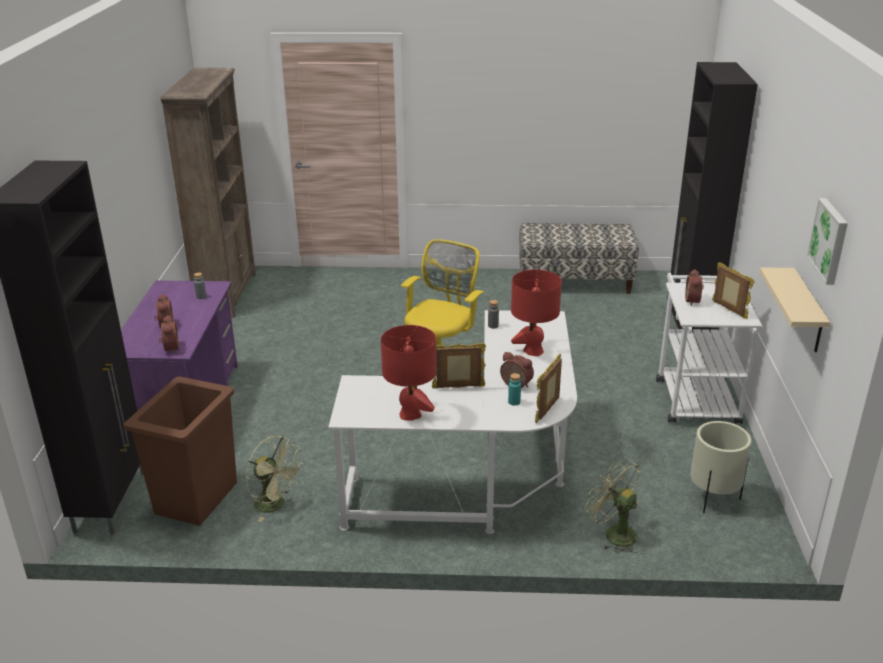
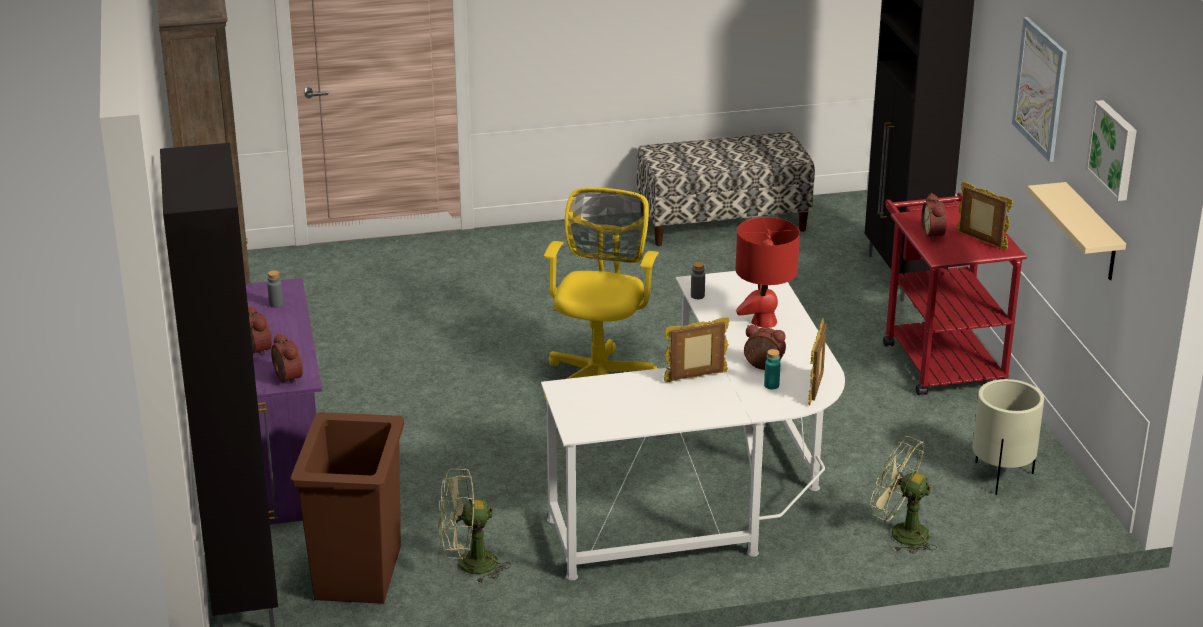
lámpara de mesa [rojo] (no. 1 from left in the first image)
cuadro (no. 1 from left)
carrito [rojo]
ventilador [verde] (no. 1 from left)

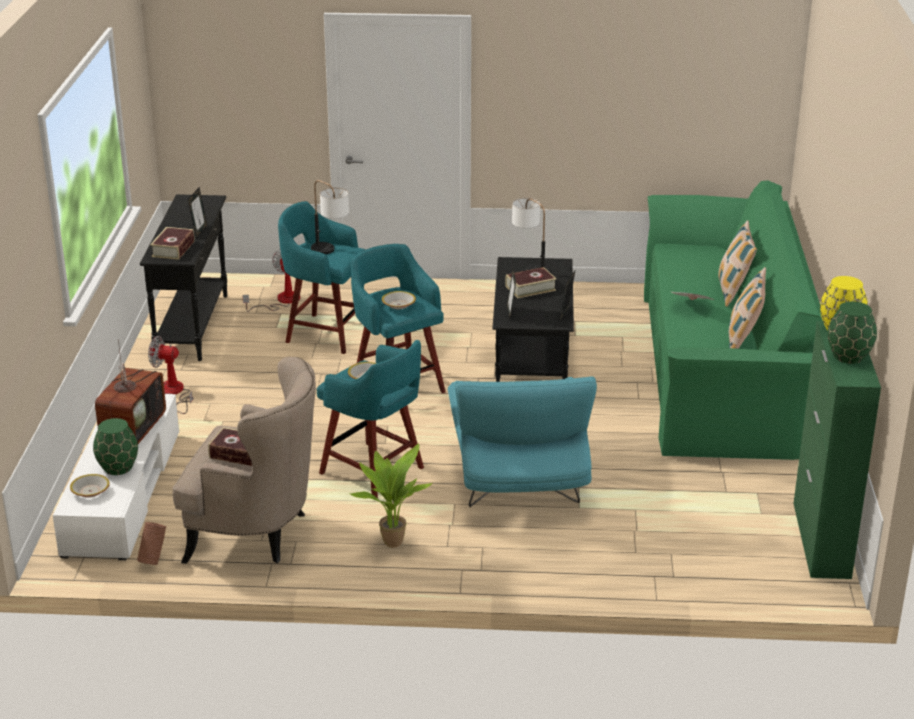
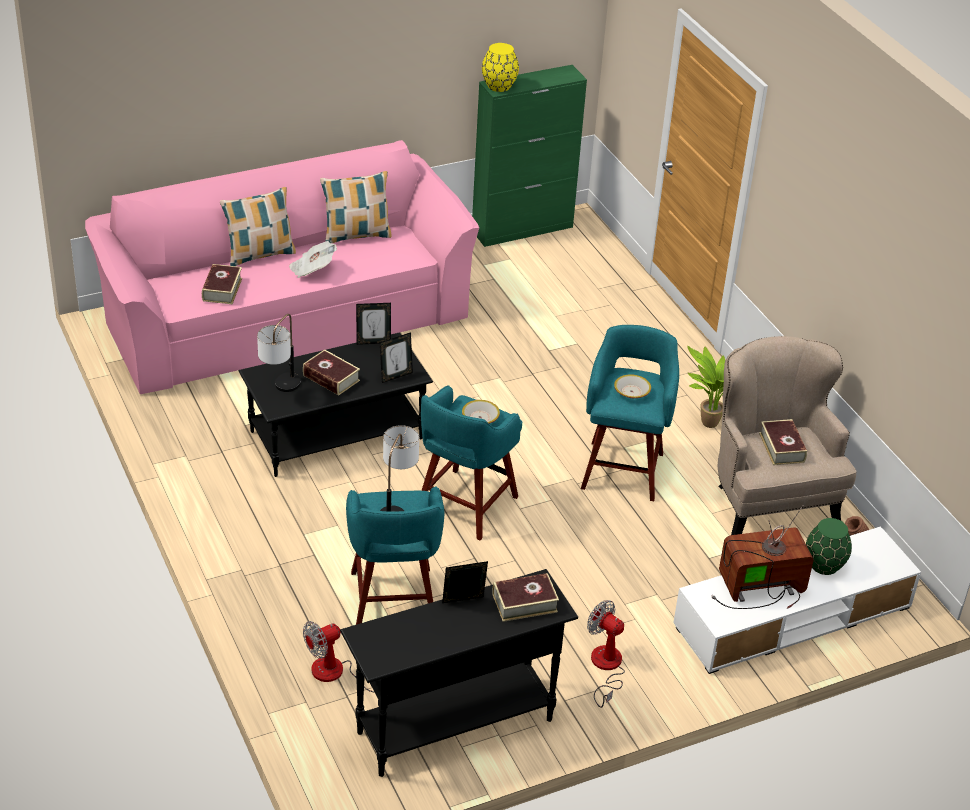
cuenco (no. 1 from left in the first image)
sillón [turquesa]
florero [verde] (no. 2 from left in the first image)
libro (no. 1 from left)
sofá [rosa]
ventilador (no. 2 from left)

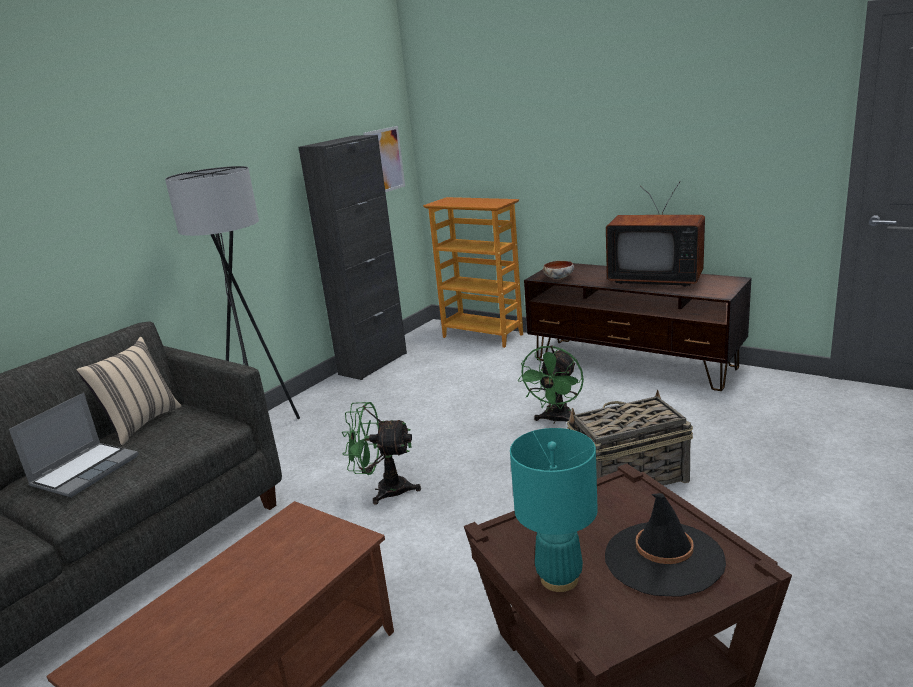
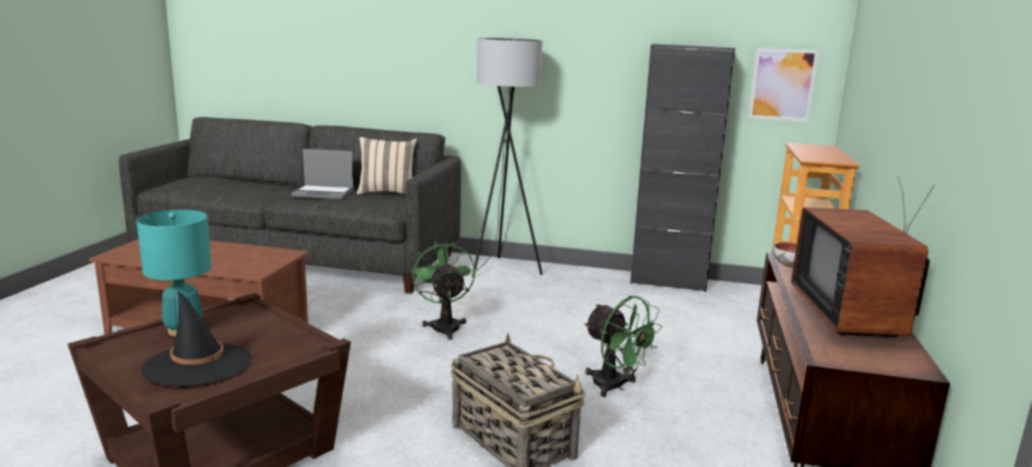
ventilador [verde] (no. 2 from left)

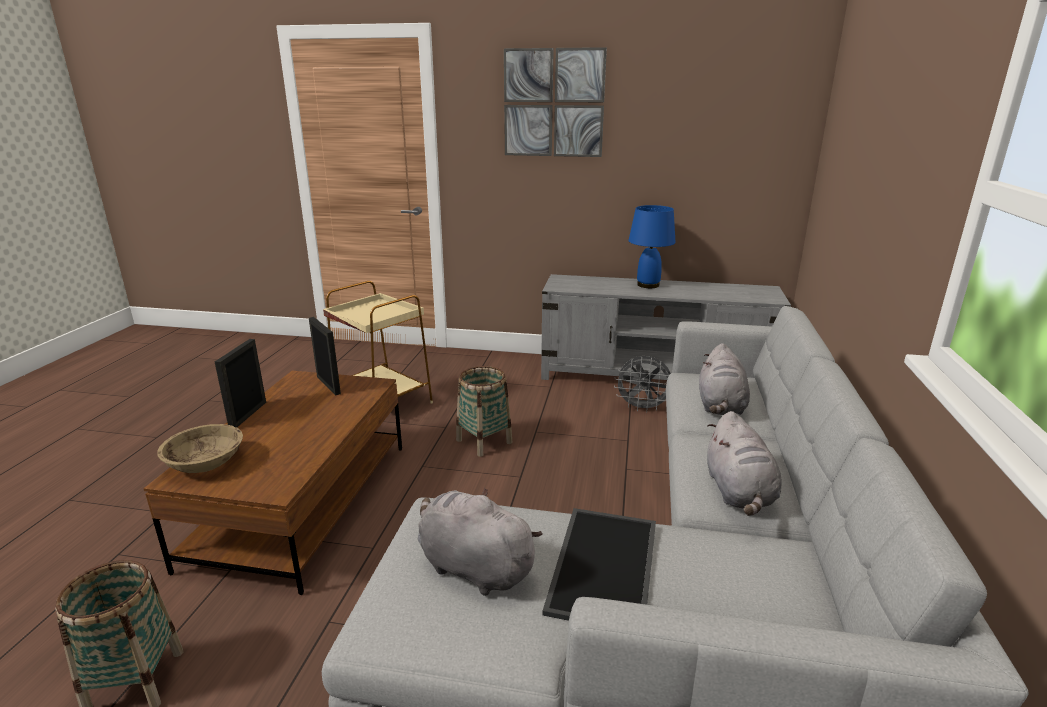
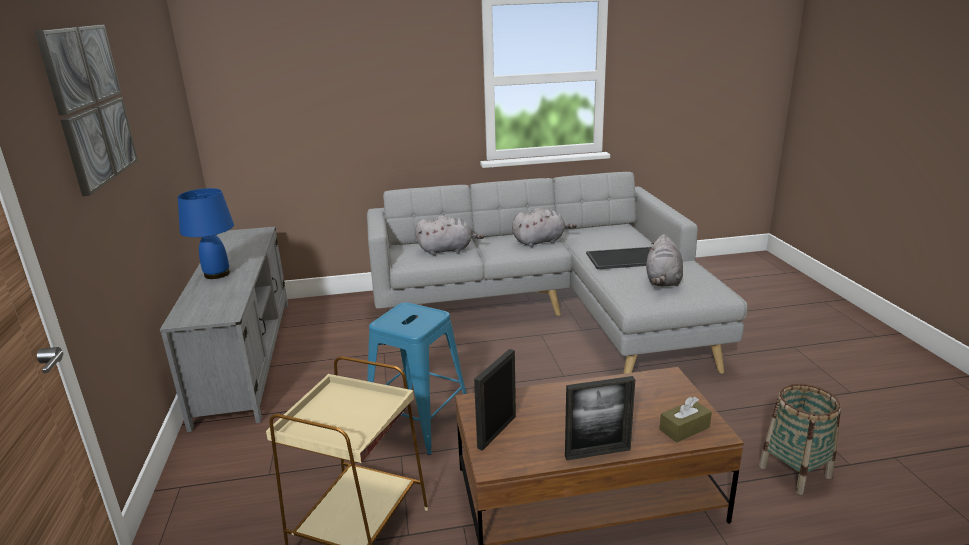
ventilador [gris]
caja de pañuelos [marrón]
taburete [azul]

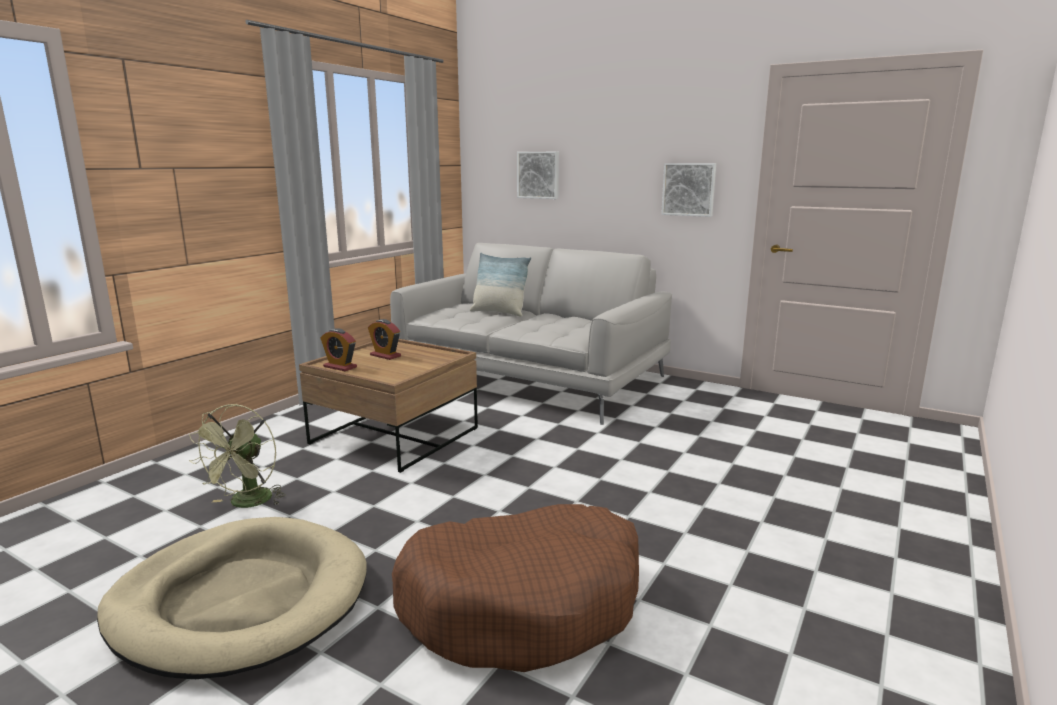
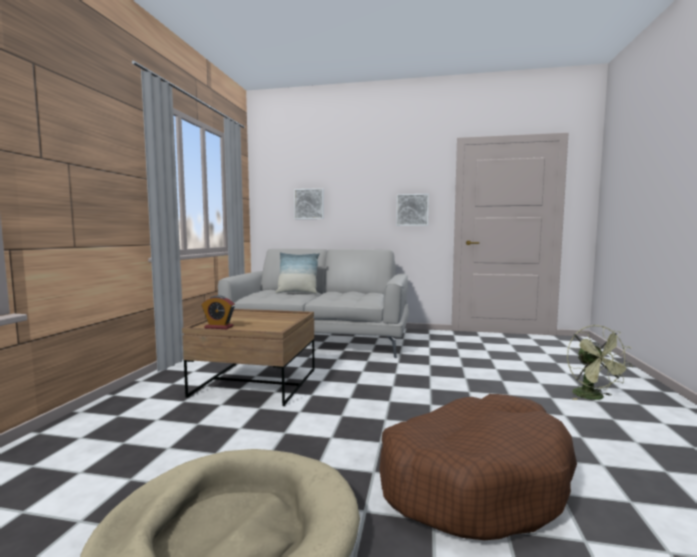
despertador (no. 2 from left in the first image)
ventilador [verde]

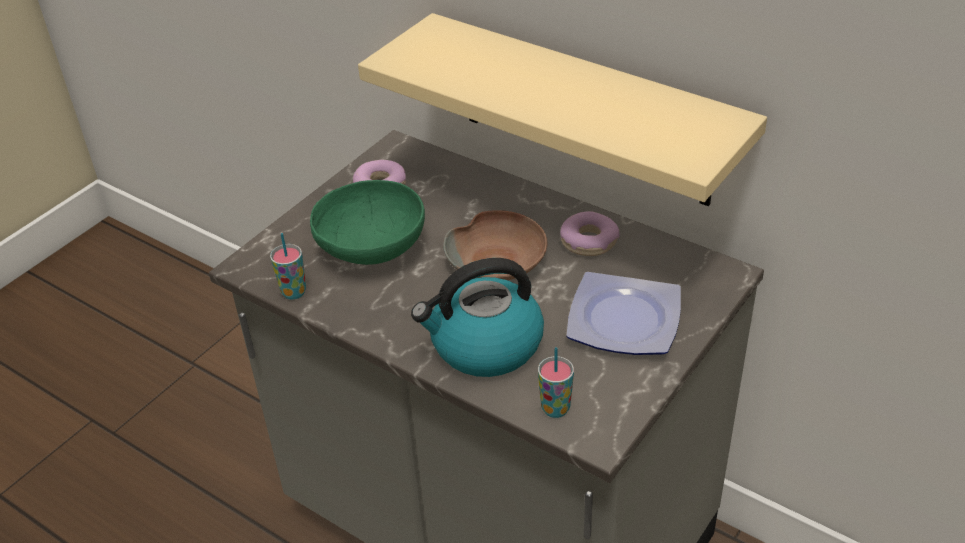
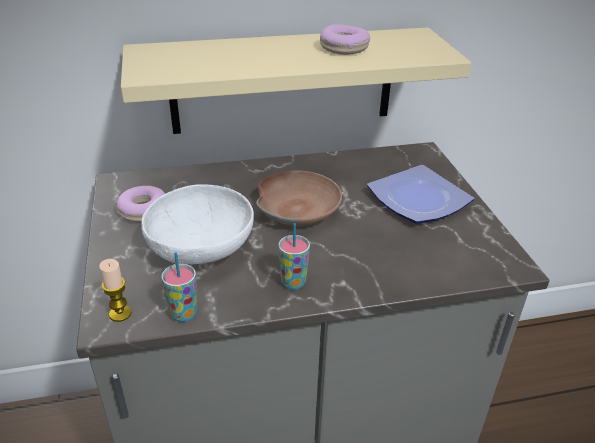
hervidor
vela
taza (no. 2 from left)
rosquilla (no. 2 from left)
cuenco [blanco]

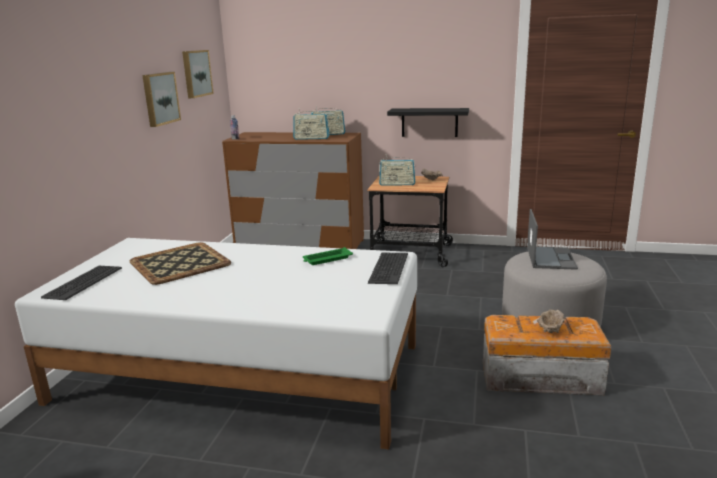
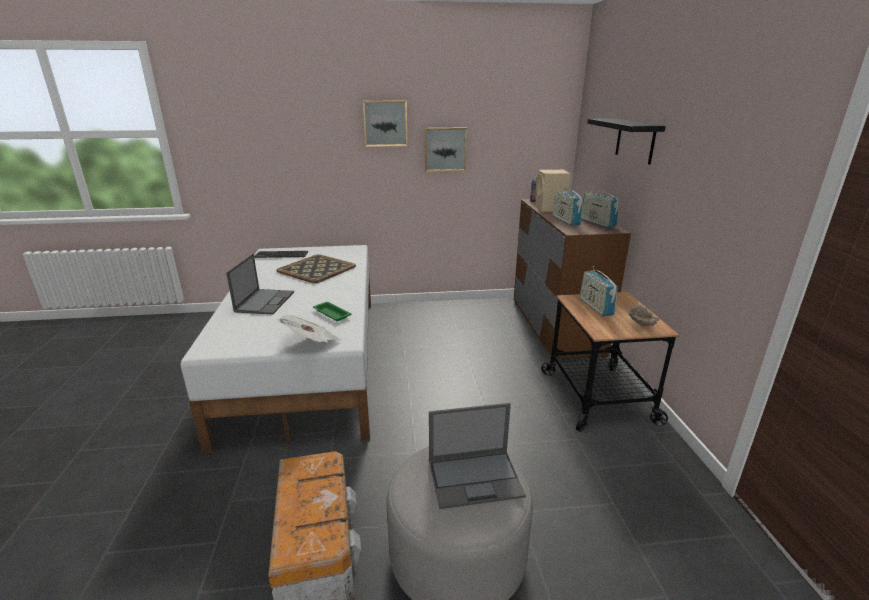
cuenco [beis] (no. 2 from left in the first image)
portátil (no. 1 from left)
altavoz [beis]
cuadro (no. 1 from left)
estante [negro]
periódico

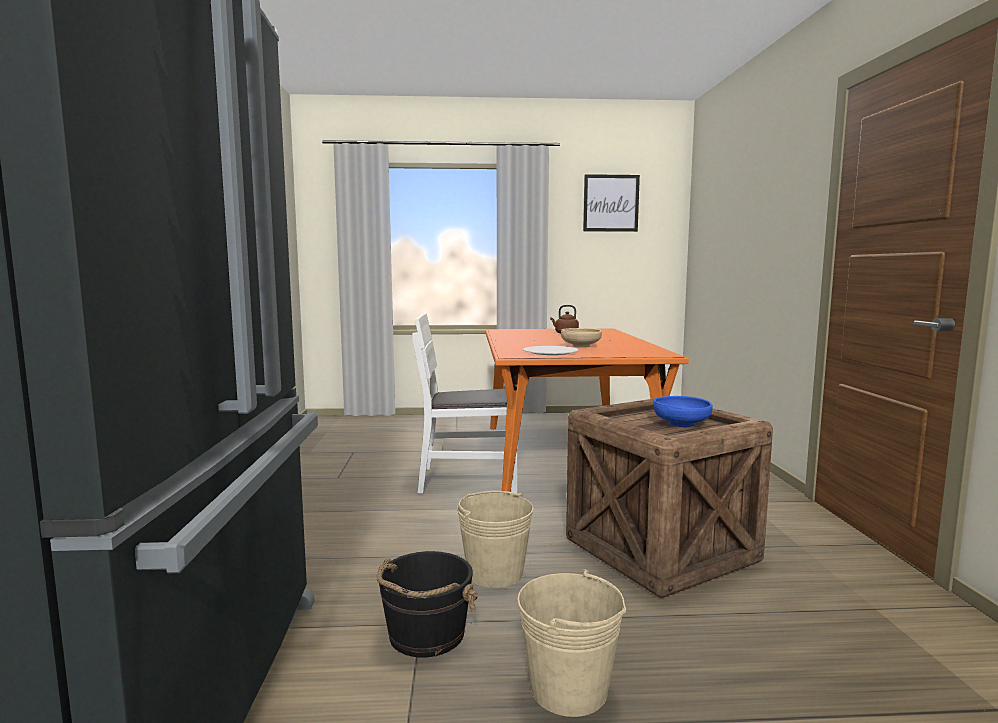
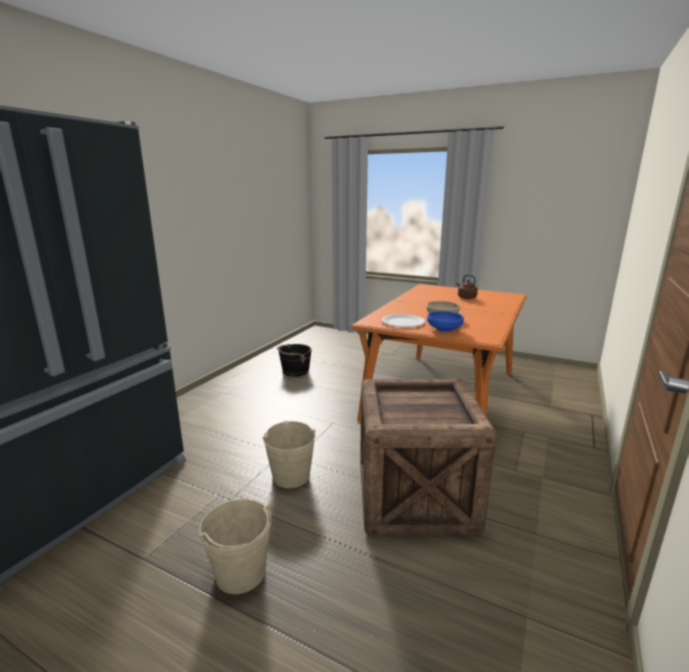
silla [blanco]
cuadro
cubo [negro]
cuenco [azul]

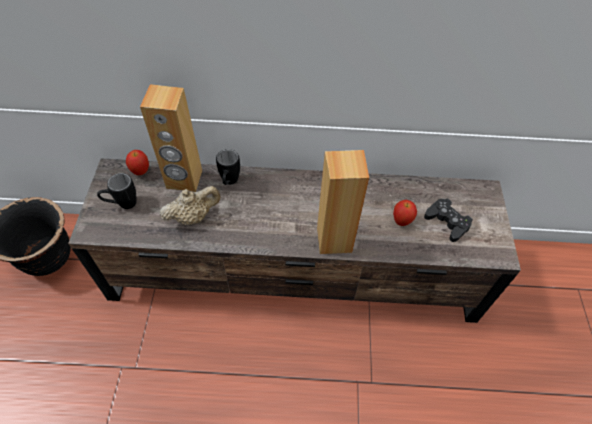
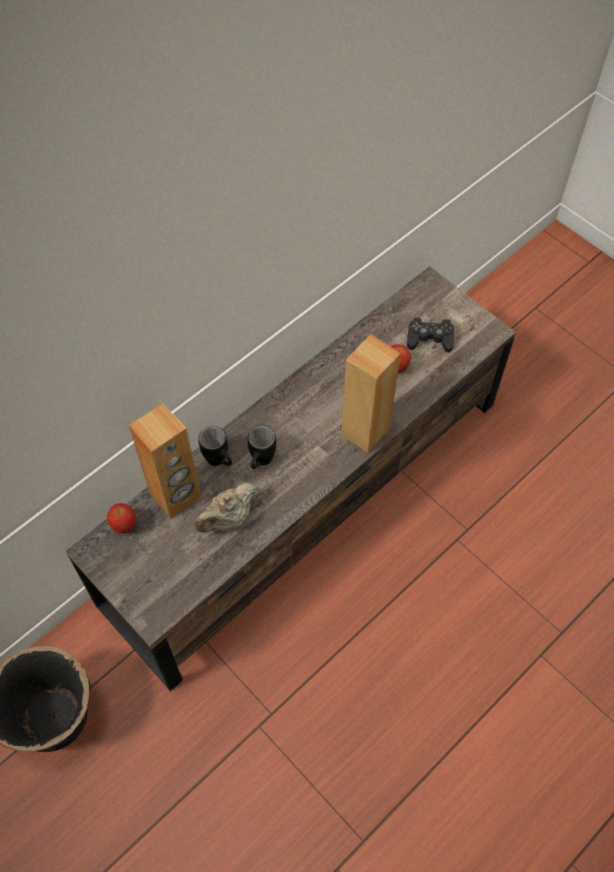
taza grande [negro] (no. 2 from left)
tetera [beis]

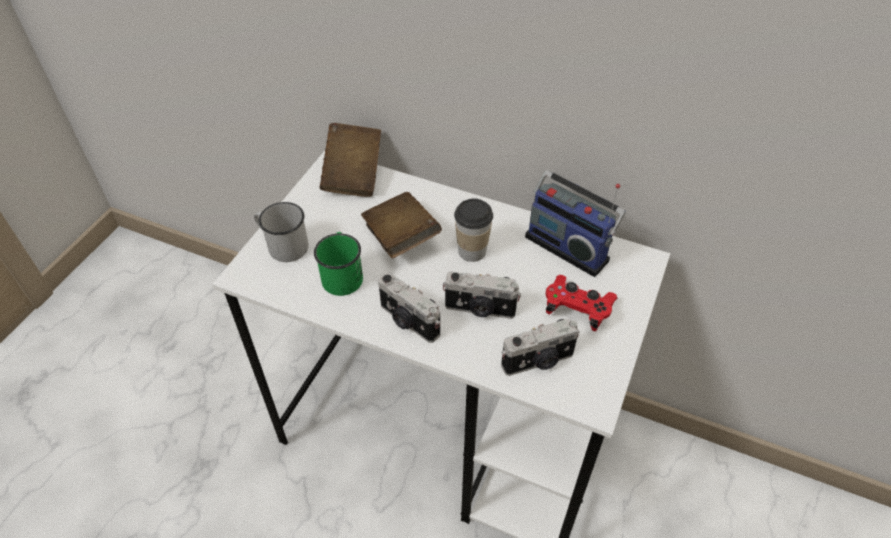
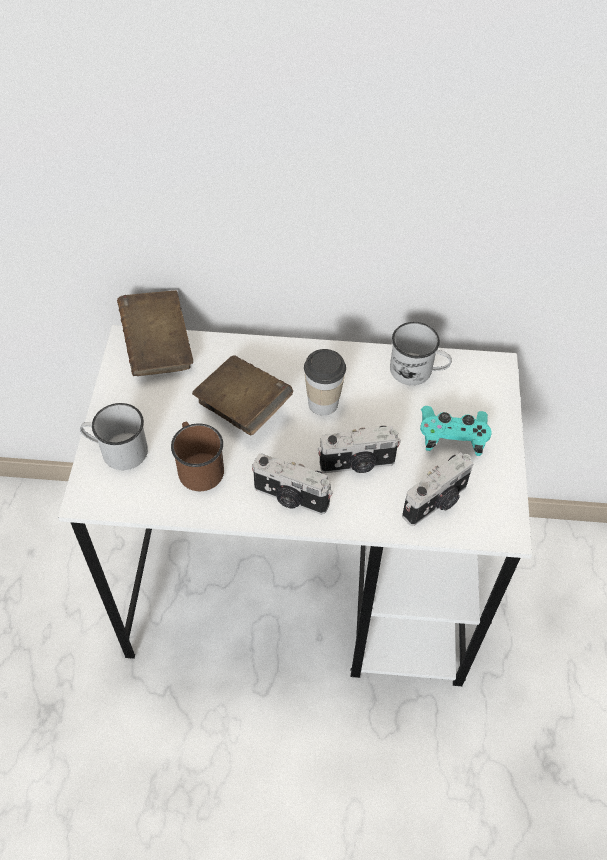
taza grande [blanco] (no. 2 from left)
taza grande [marrón]
mando de consola [turquesa]

